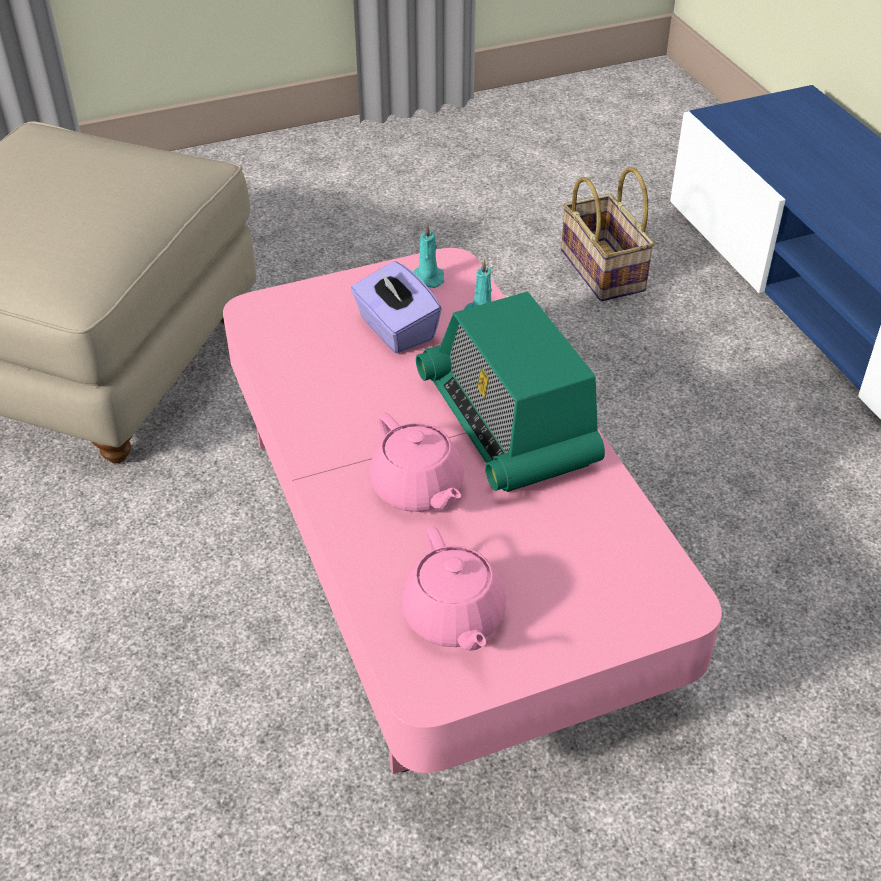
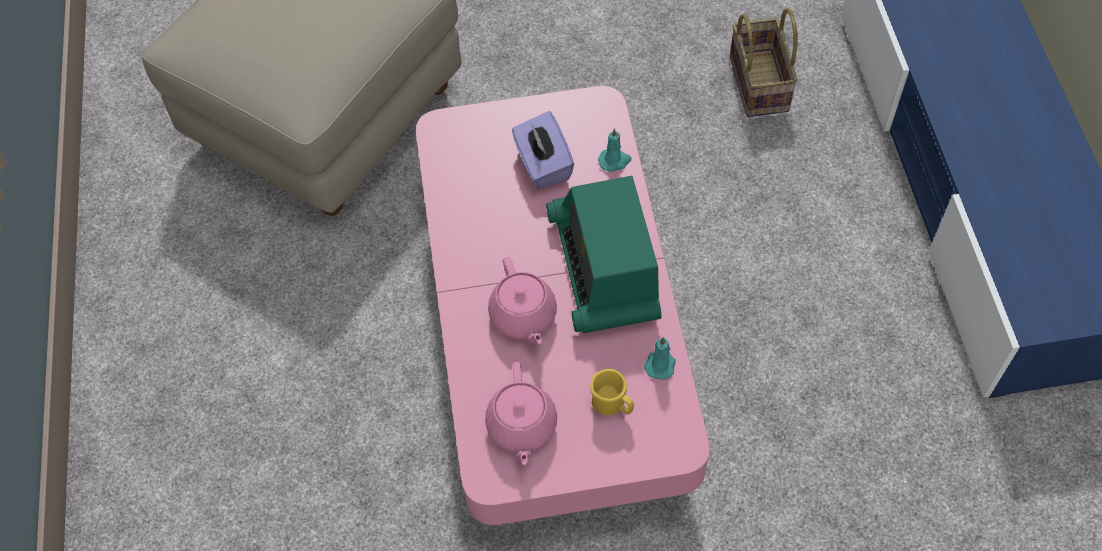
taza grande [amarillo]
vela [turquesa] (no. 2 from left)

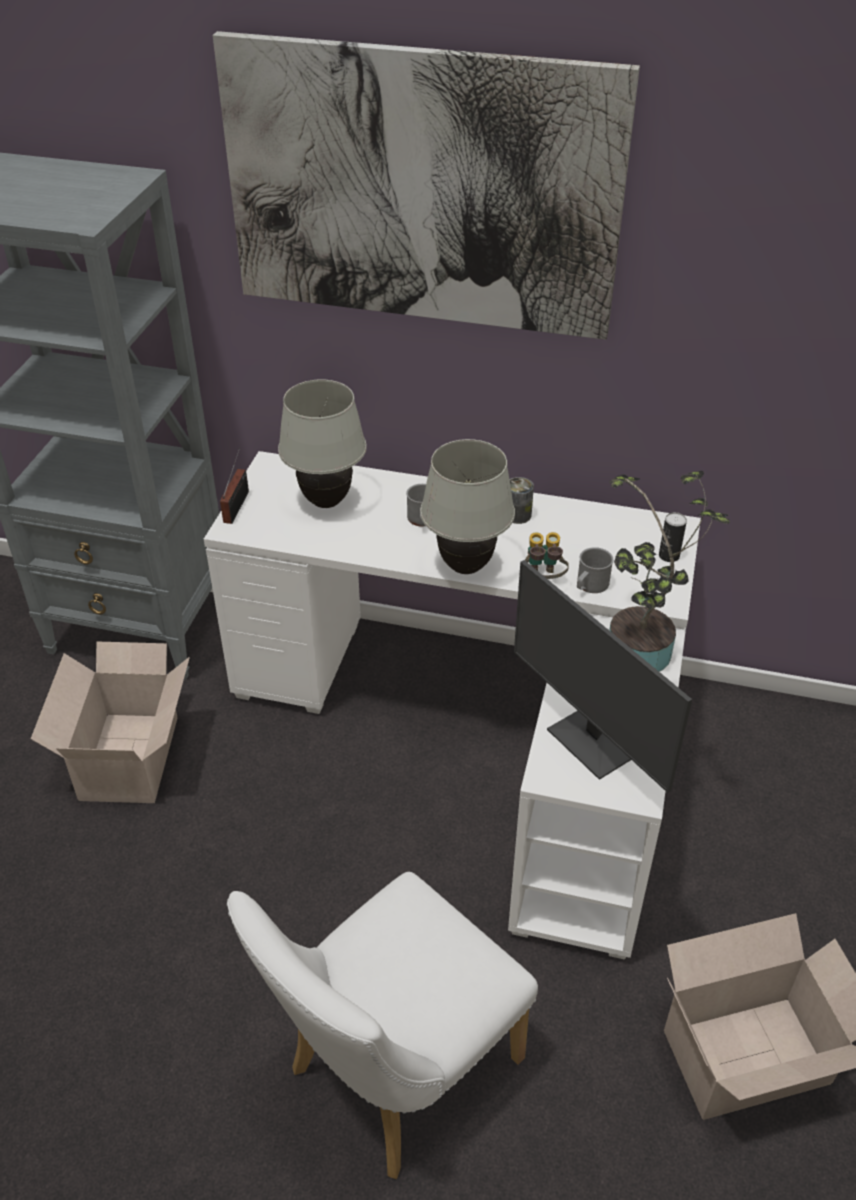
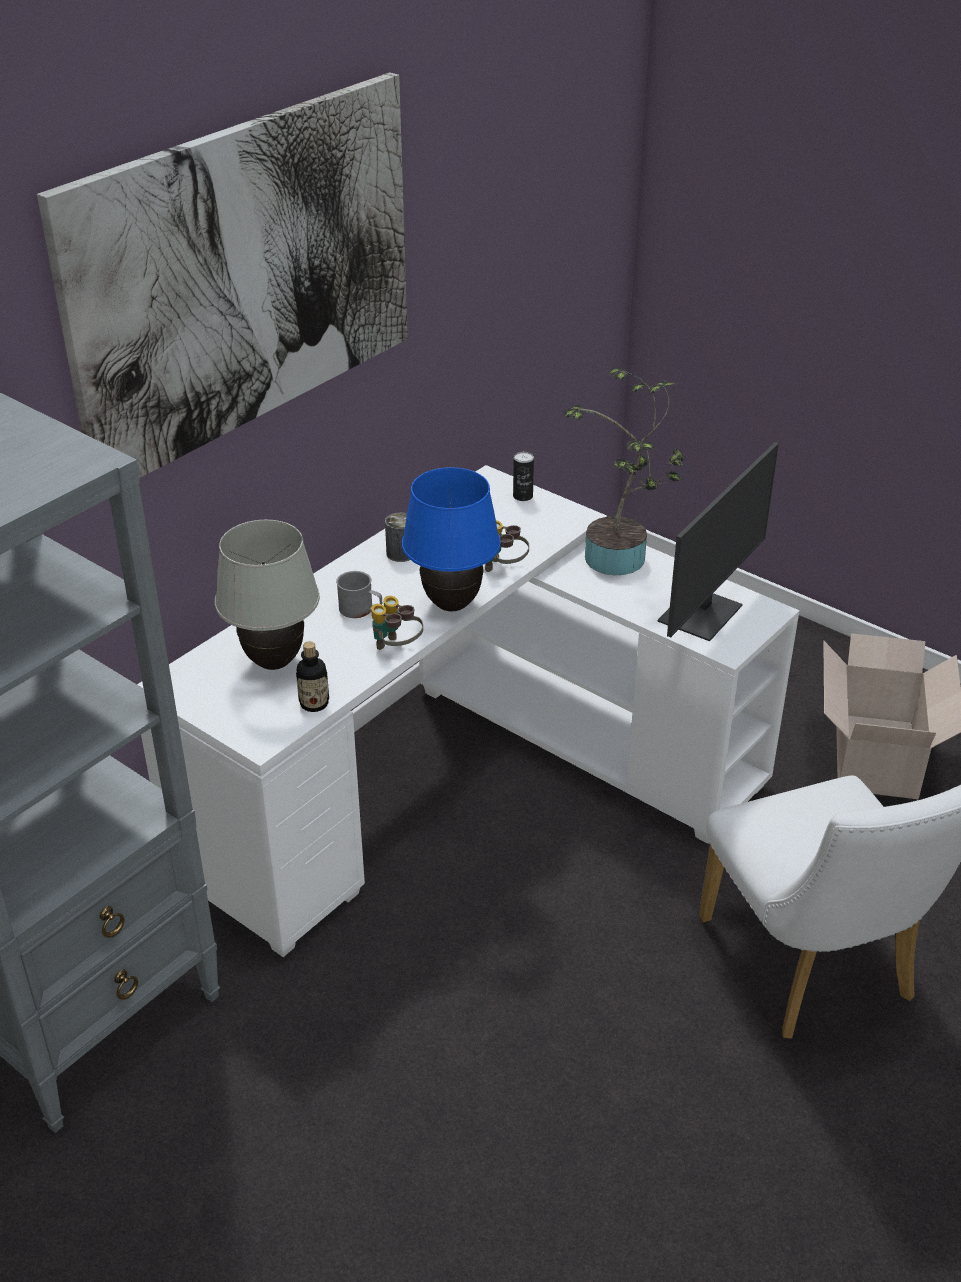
caja de cartón (no. 1 from left in the first image)
radio
taza grande [gris] (no. 2 from left in the first image)
botella
prismáticos (no. 1 from left)
lámpara de mesa [azul]
monitor

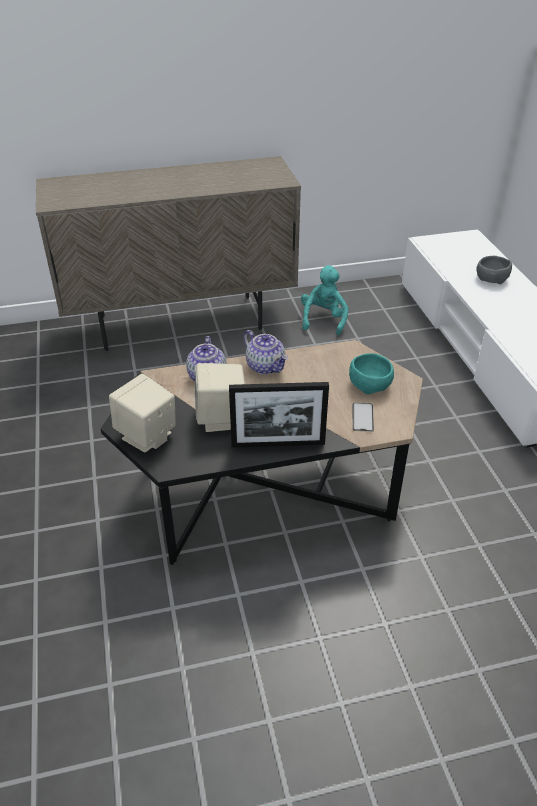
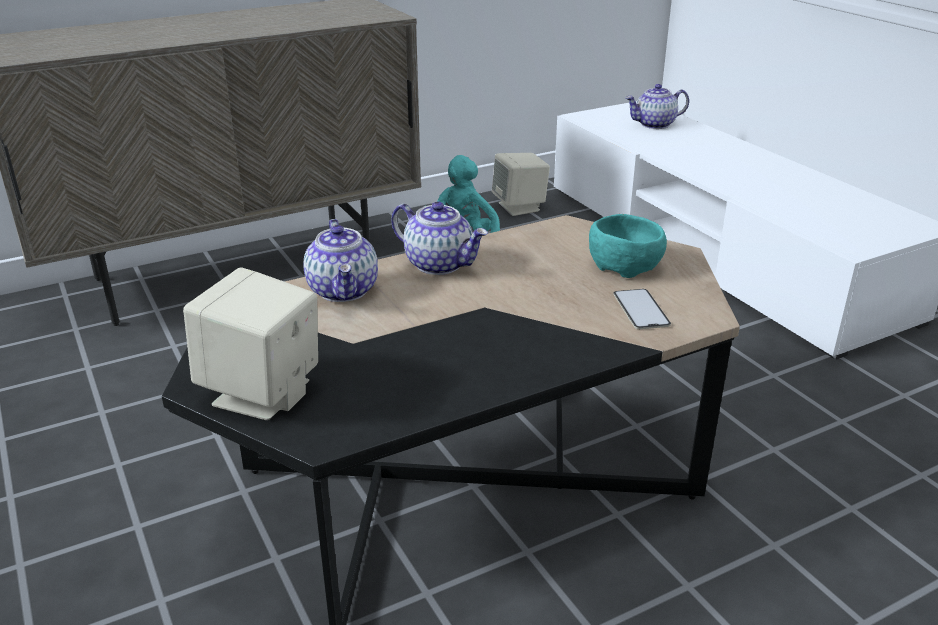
portarretratos
cuenco [gris]
tetera (no. 3 from left)
altavoz [beis] (no. 2 from left)

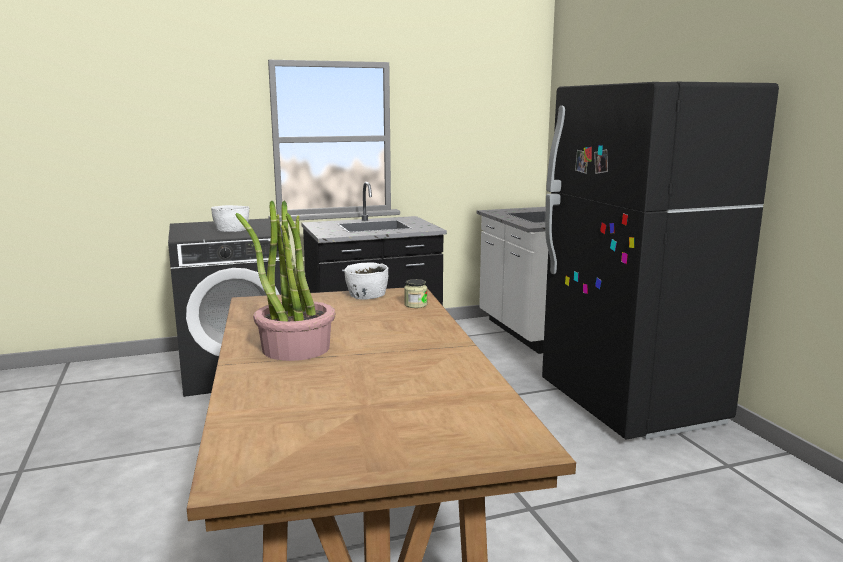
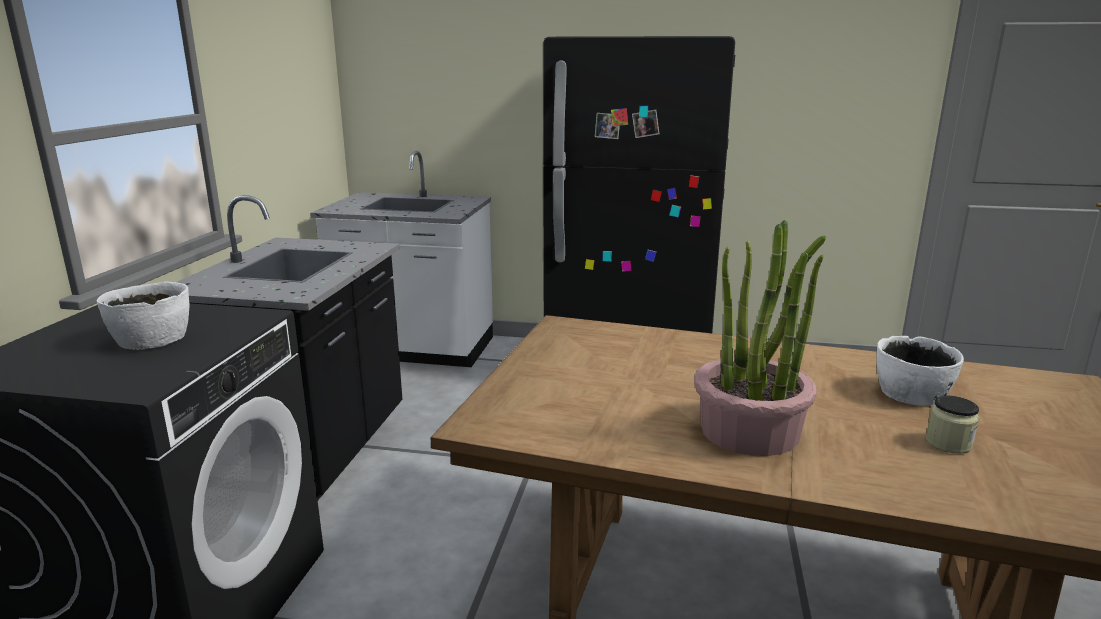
cuenco [blanco] (no. 2 from left)
tarro

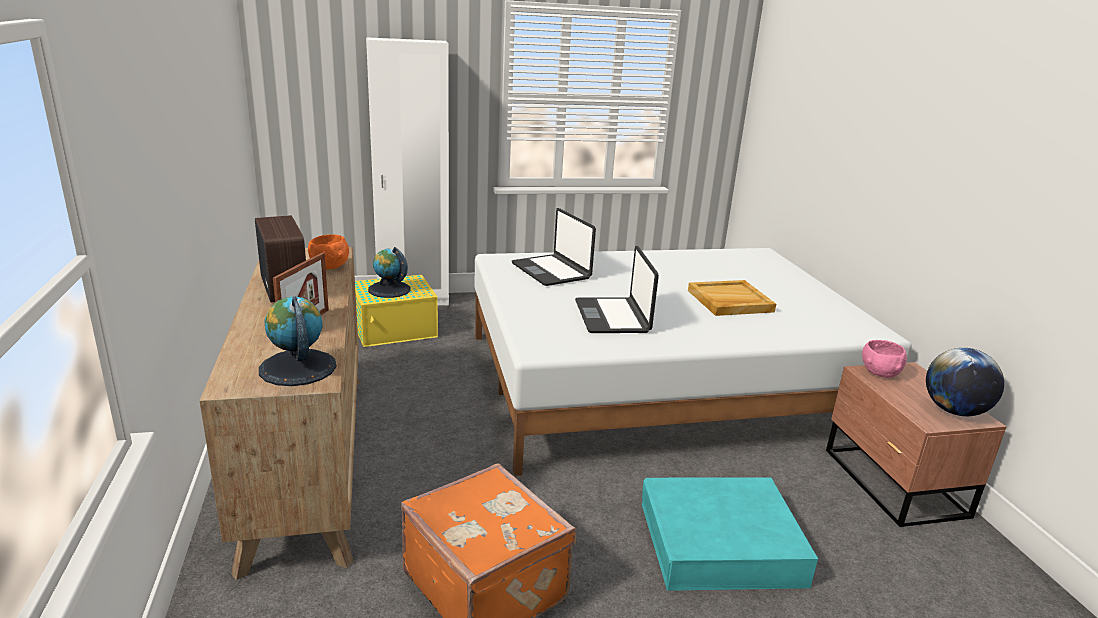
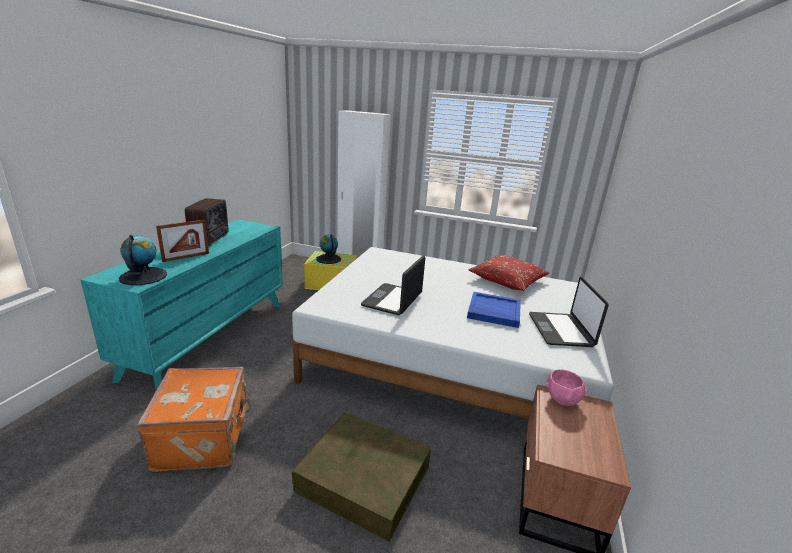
cuenco [naranja]
globo terráqueo (no. 3 from left in the first image)
cojín [rojo]
portátil (no. 2 from left)
cómoda [turquesa]
caja de almacenaje [marrón]
bandeja [azul]

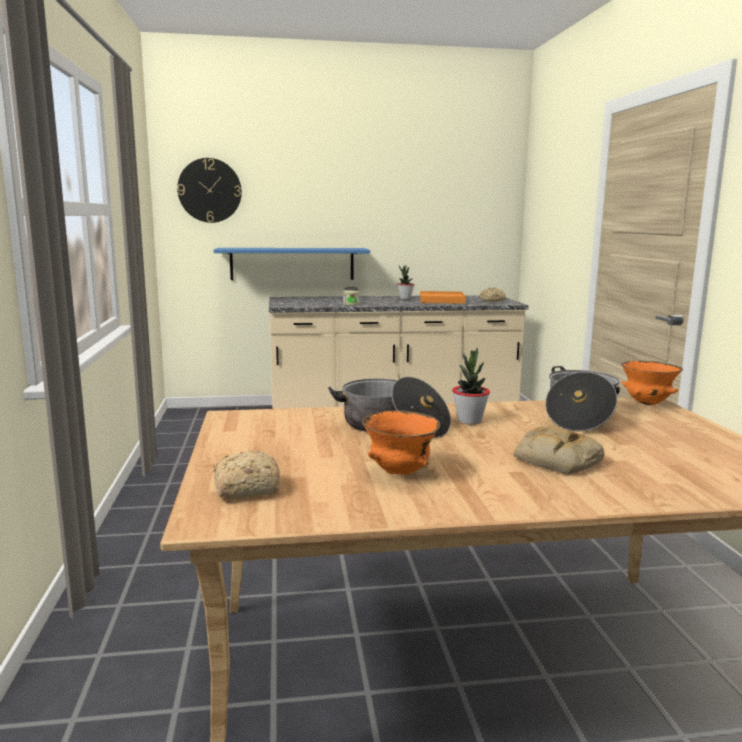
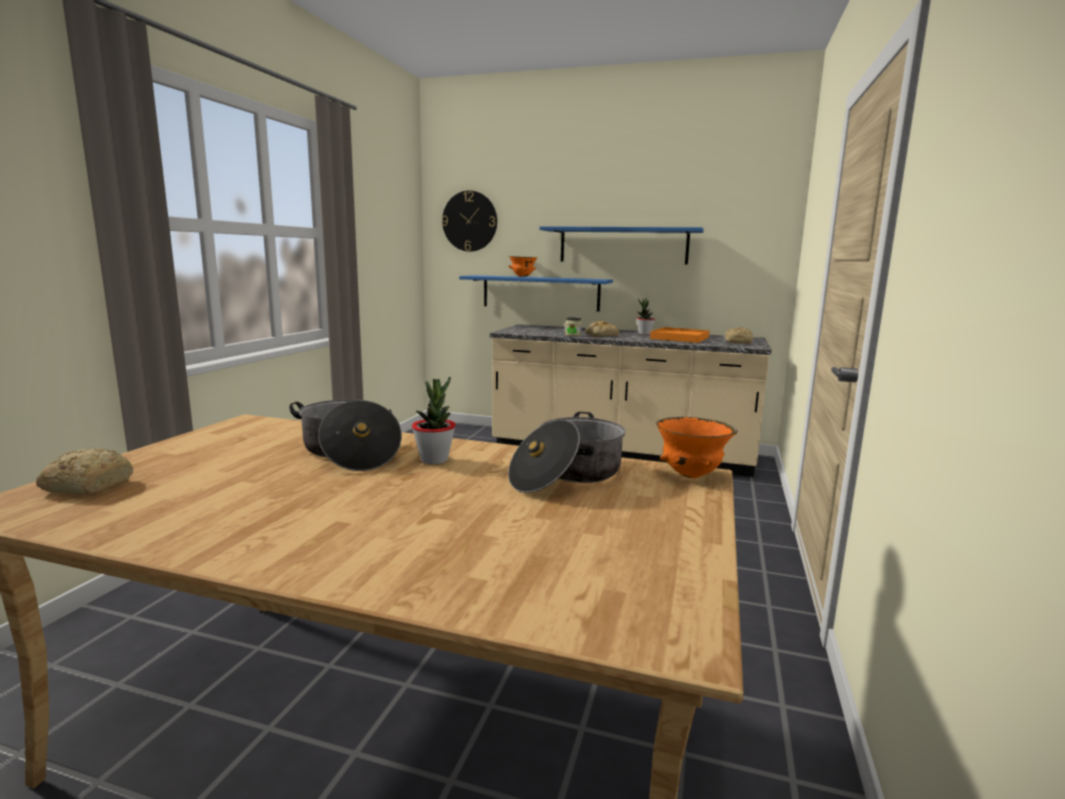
estante [azul] (no. 2 from left)
cuenco [naranja] (no. 1 from left)
pan (no. 2 from left)

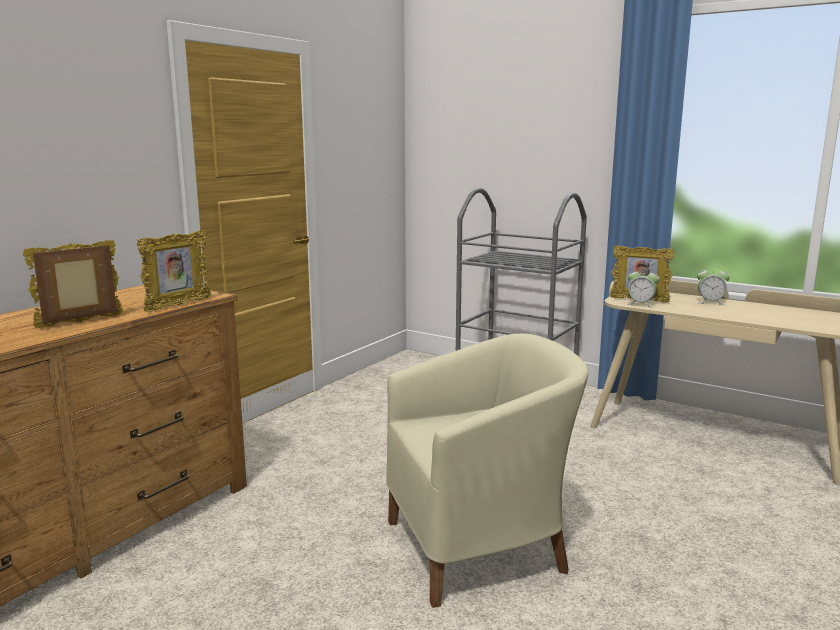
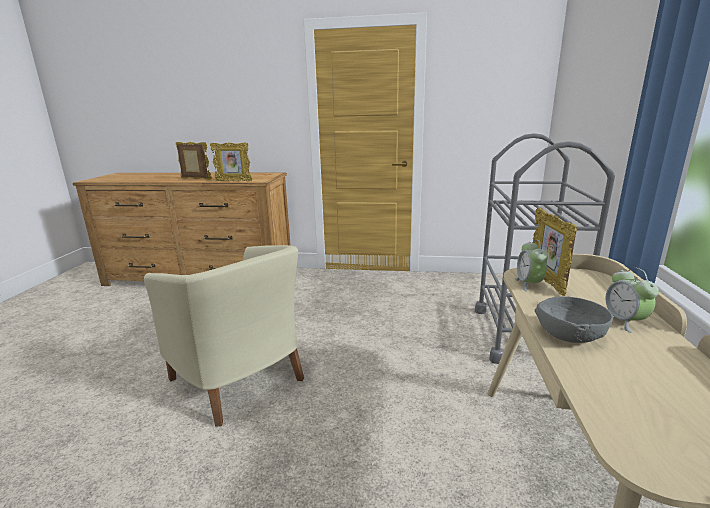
cuenco [gris]

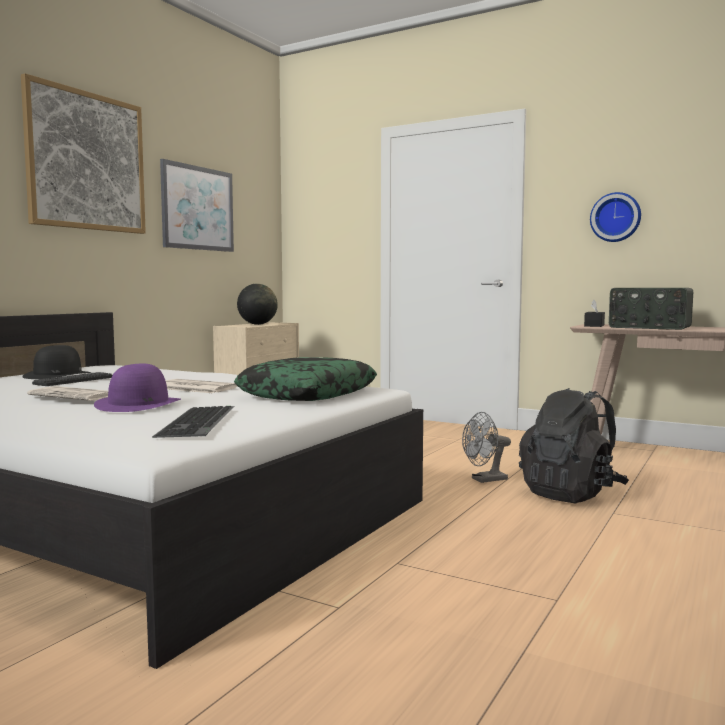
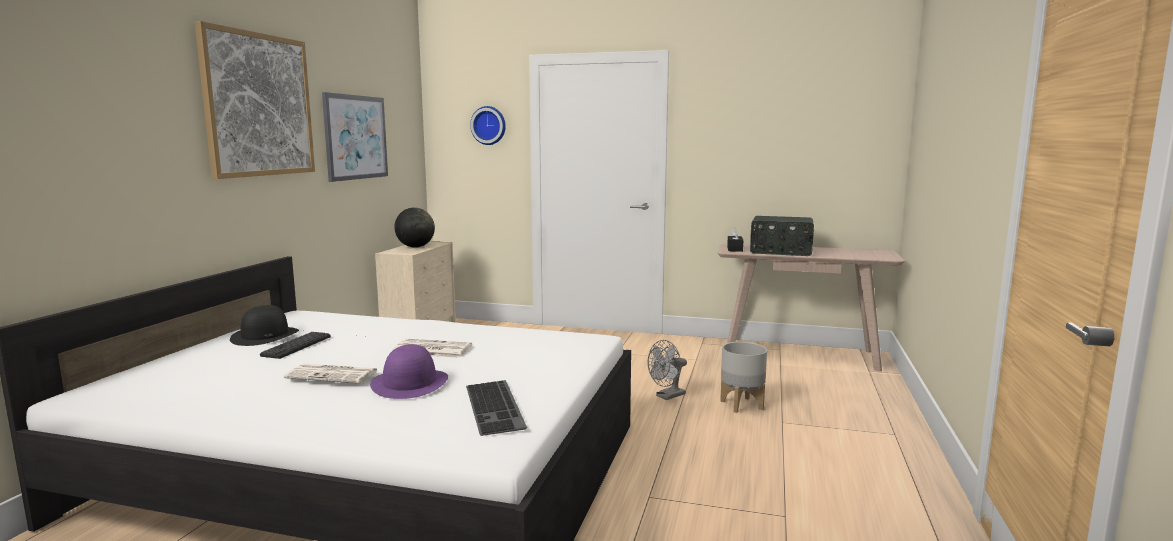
cojín
reloj de pared
maceta [gris]

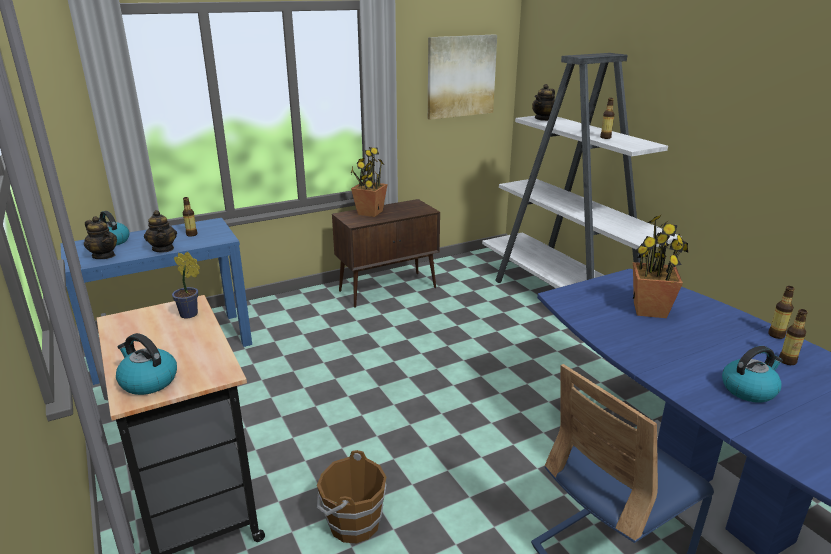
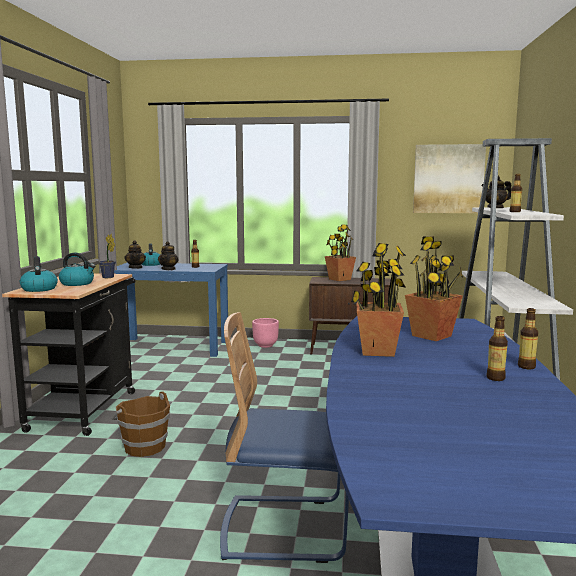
maceta [rosa]
planta en maceta (no. 3 from left)
hervidor (no. 2 from left)

